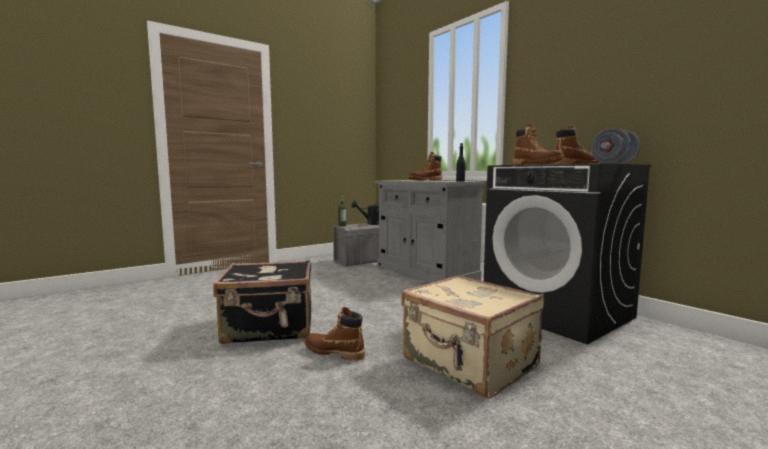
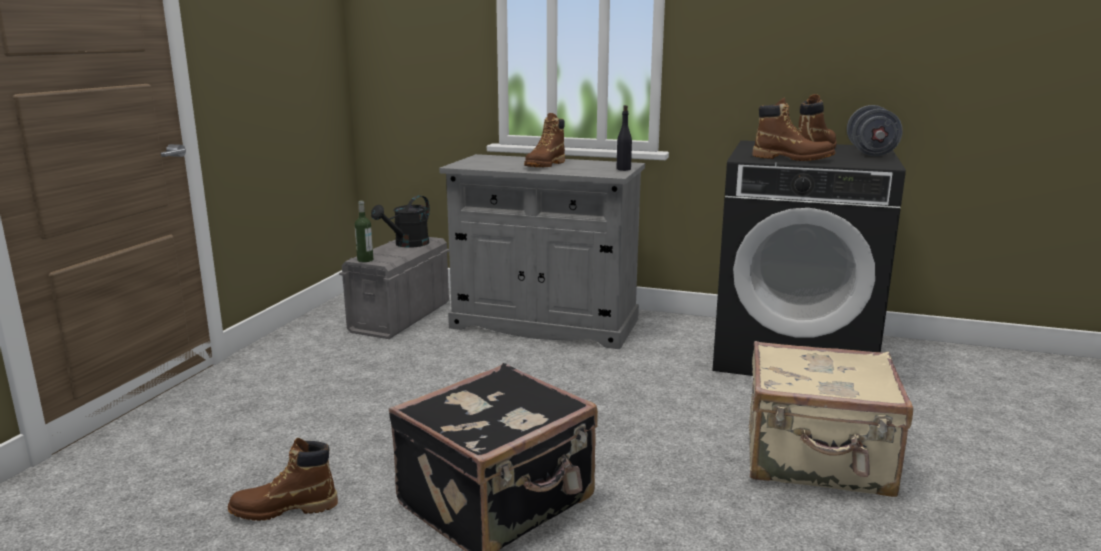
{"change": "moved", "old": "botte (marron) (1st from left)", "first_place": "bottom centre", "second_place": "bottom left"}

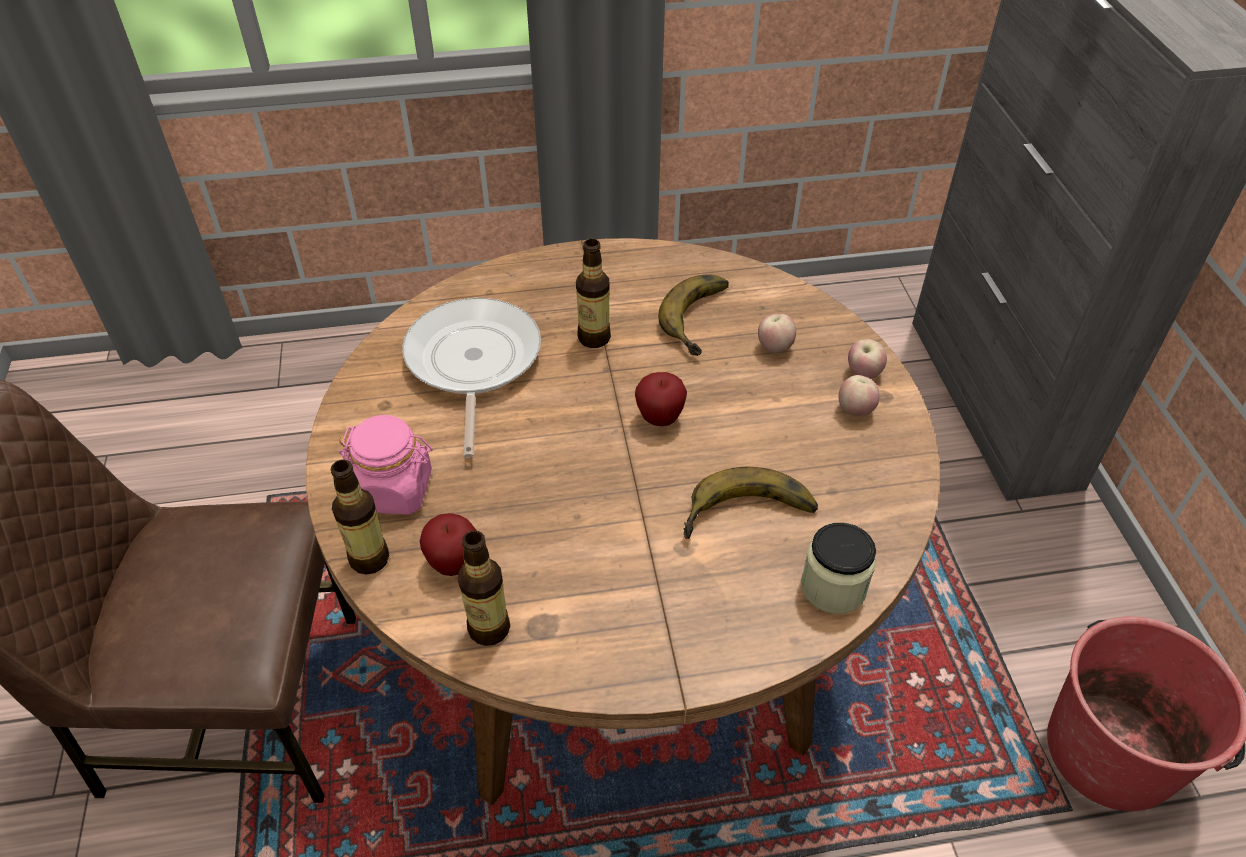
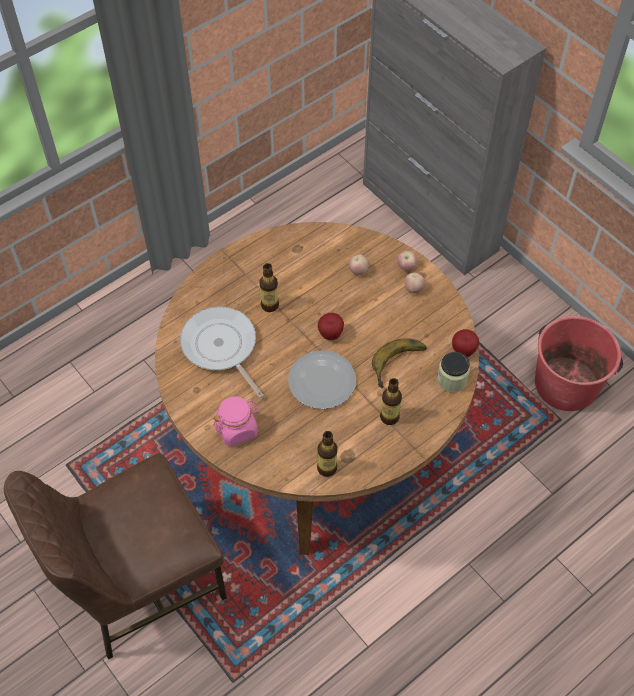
{"change": "added", "new": "assiette", "second_place": "centre"}
{"change": "moved", "old": "bouteille (1st from left in the first image)", "new": "bouteille (3rd from left)", "first_place": "middle left", "second_place": "centre"}
{"change": "moved", "old": "pomme (1st from left in the first image)", "new": "pomme (5th from left)", "first_place": "centre", "second_place": "middle right"}
{"change": "removed", "old": "banane (1st from left)", "first_place": "centre"}

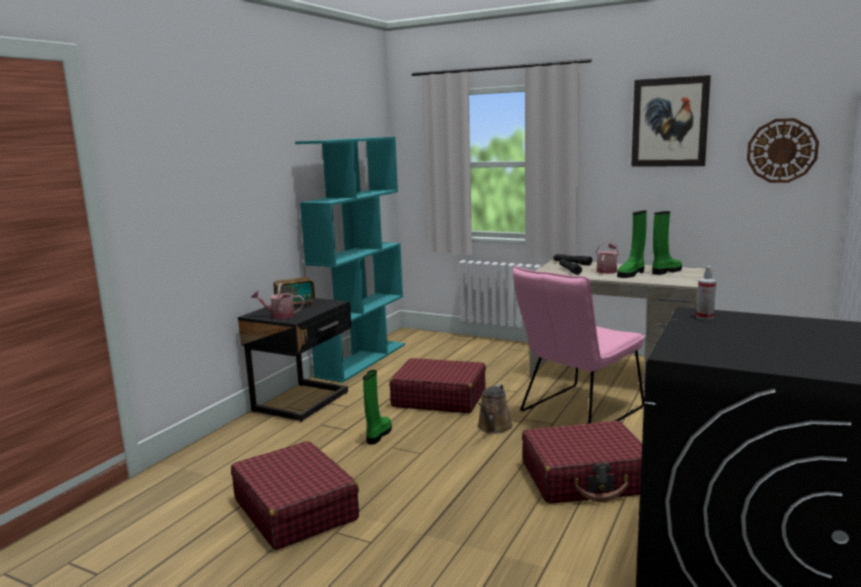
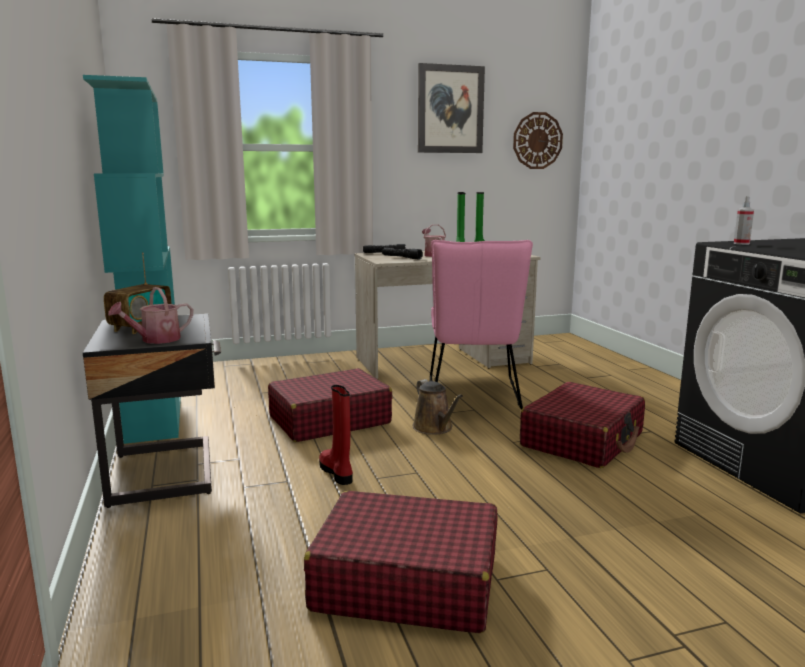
{"change": "recoloured", "old": "botte (vert) (1st from left)", "new": "botte (rouge)", "first_place": "bottom centre", "second_place": "centre"}

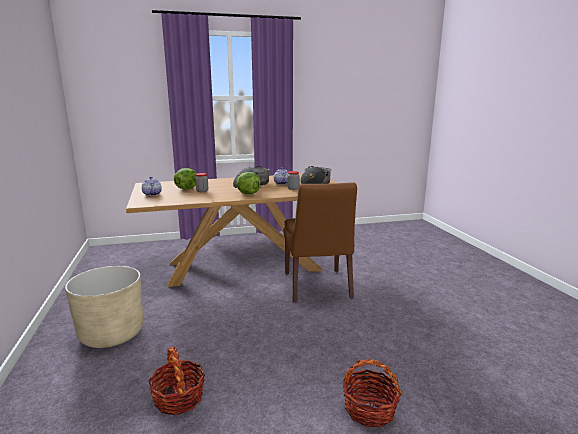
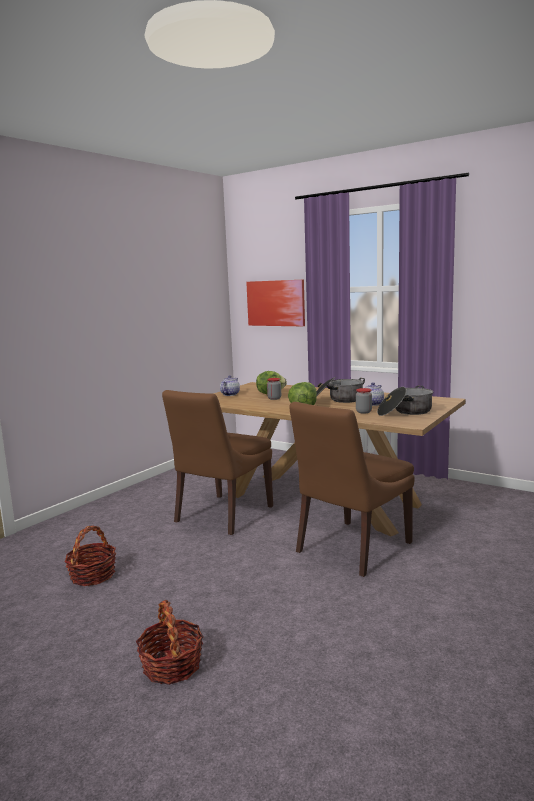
{"change": "added", "new": "chaise (marron) (1st from left)", "second_place": "centre"}
{"change": "added", "new": "tableau", "second_place": "centre"}
{"change": "removed", "old": "cache-pot (beige)", "first_place": "bottom left"}

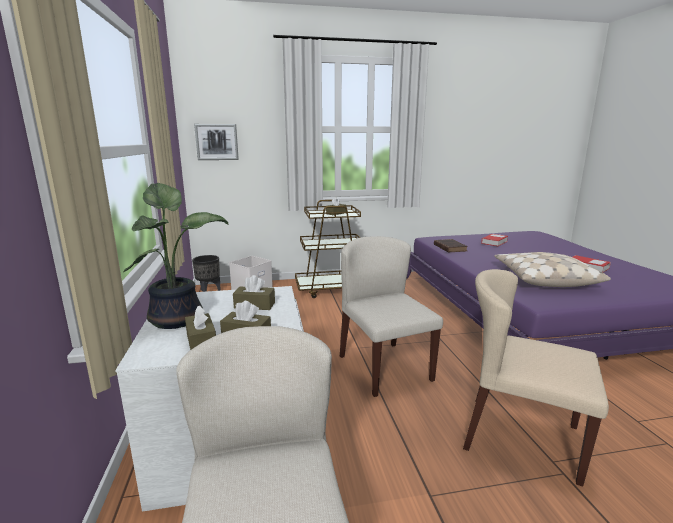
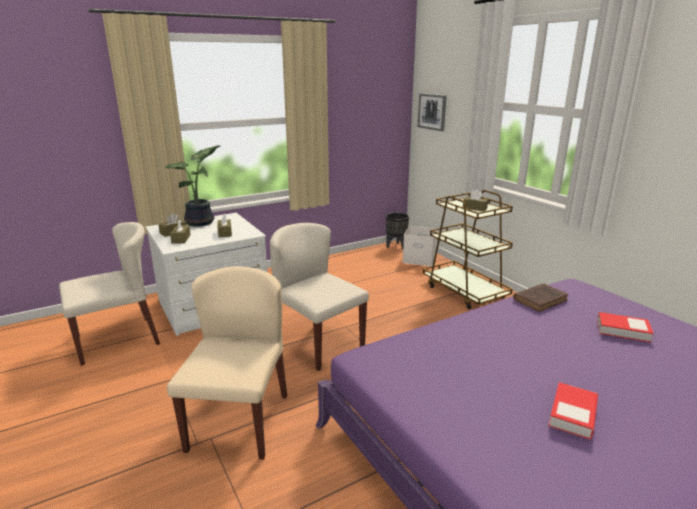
{"change": "turned", "old": "chaise (beige) (2nd from left in the first image)", "first_place": "centre", "second_place": "centre", "degrees": -90}
{"change": "removed", "old": "coussin (beige)", "first_place": "middle right"}

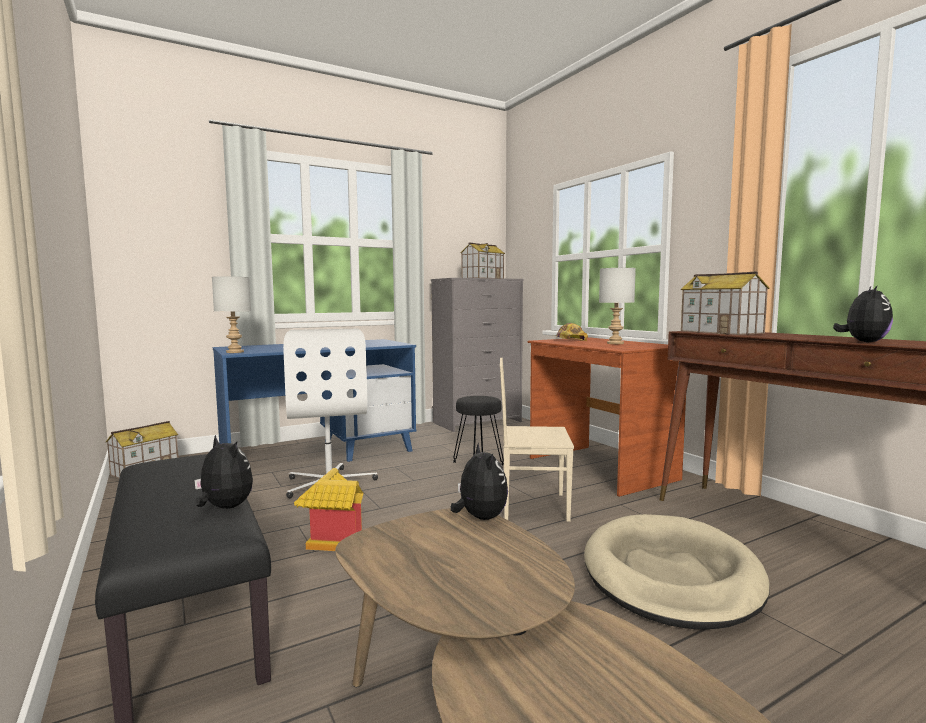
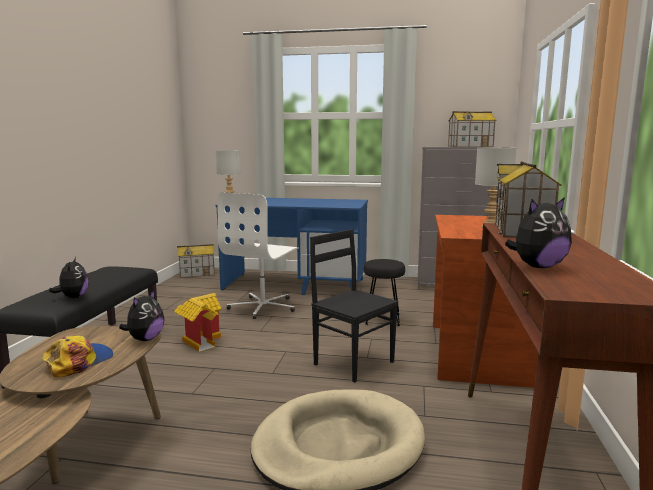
{"change": "moved", "old": "casquette", "first_place": "centre", "second_place": "bottom left"}
{"change": "recoloured", "old": "chaise (beige)", "new": "chaise (noir)", "first_place": "centre", "second_place": "centre"}

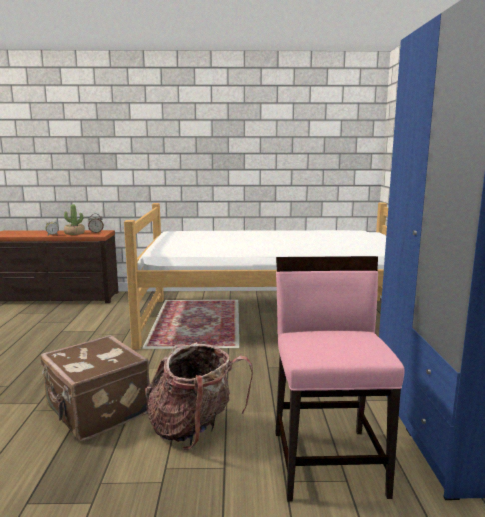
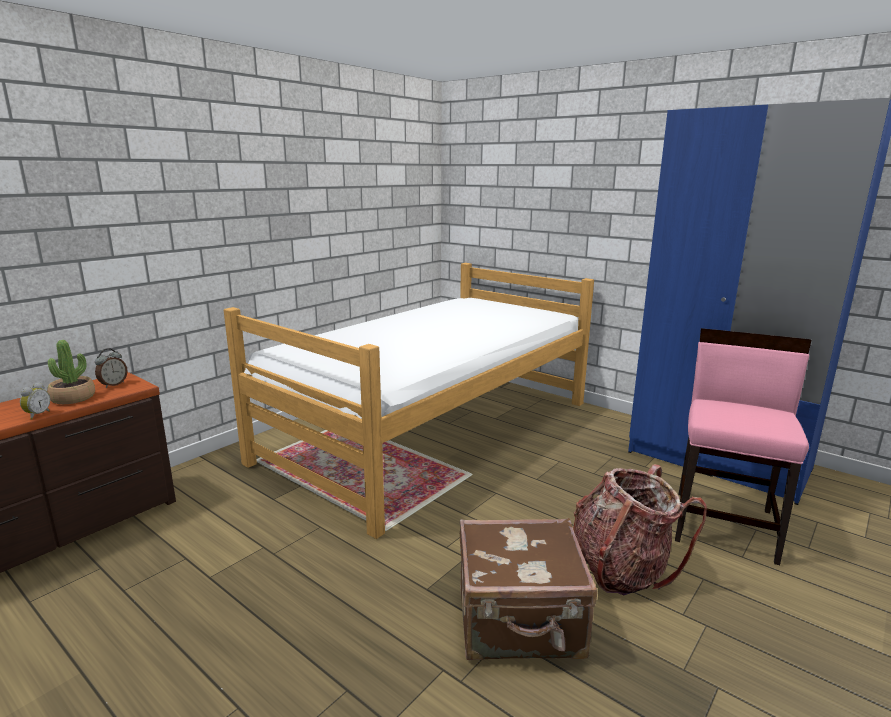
{"change": "turned", "old": "chaise (rose)", "first_place": "bottom right", "second_place": "middle right", "degrees": 75}

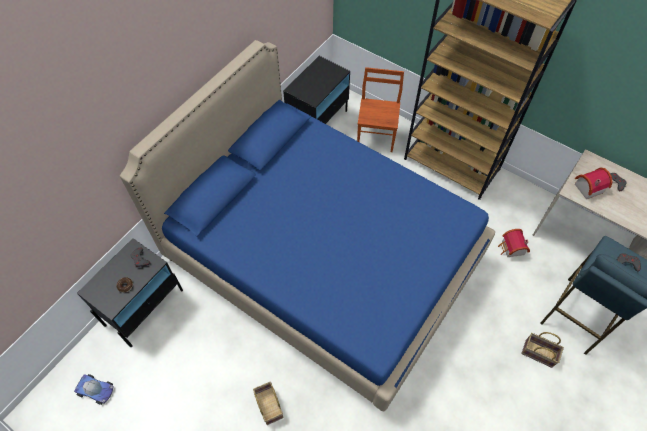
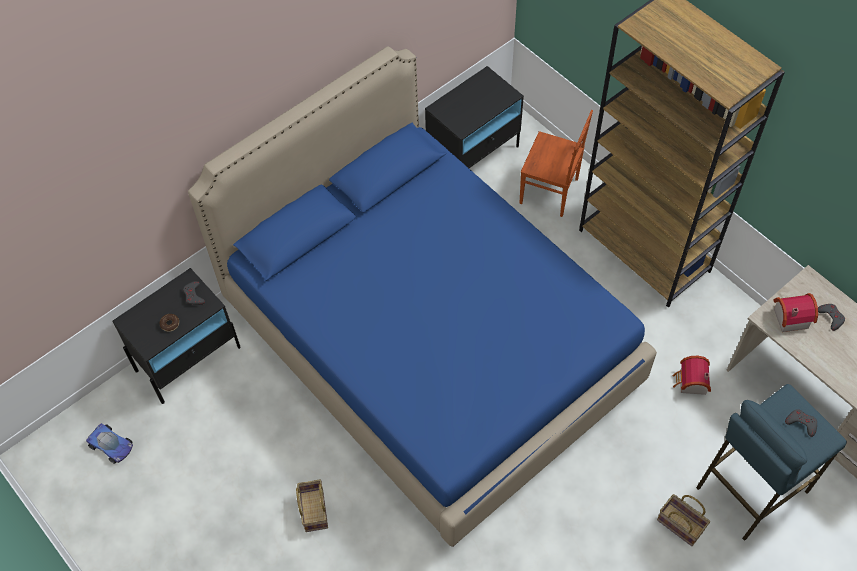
{"change": "turned", "old": "chaise (marron)", "first_place": "top centre", "second_place": "top centre", "degrees": 90}

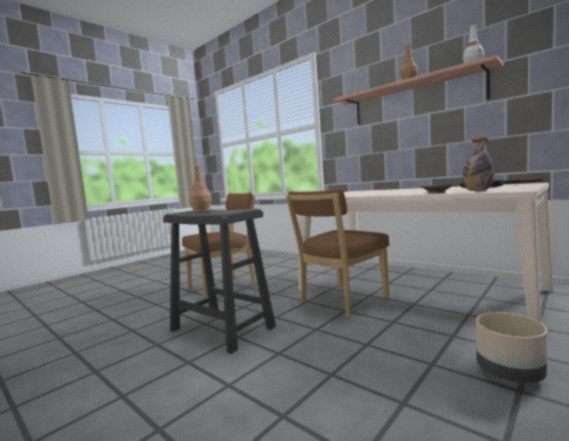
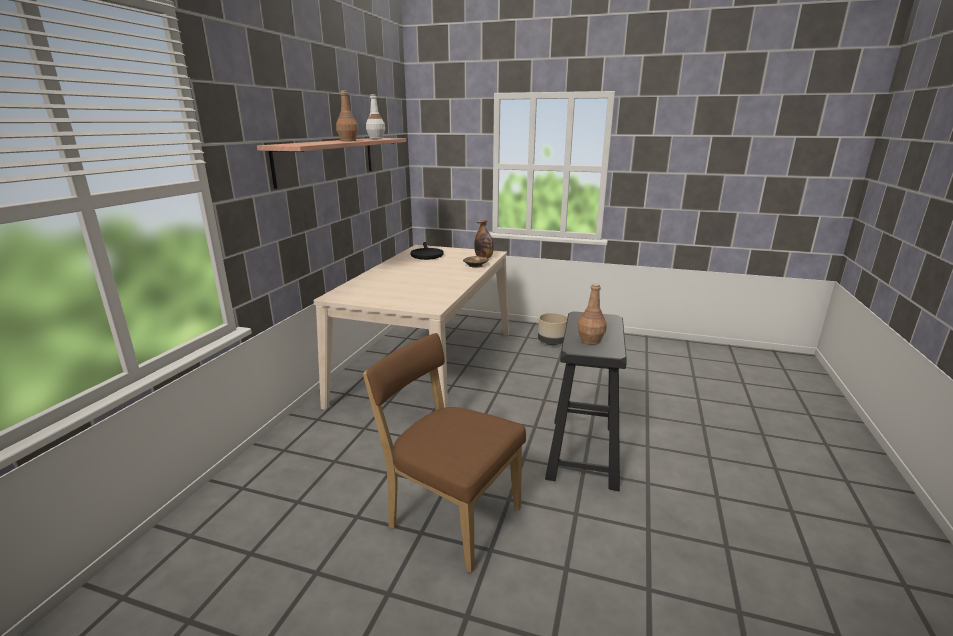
{"change": "removed", "old": "chaise (marron) (2nd from left)", "first_place": "centre"}

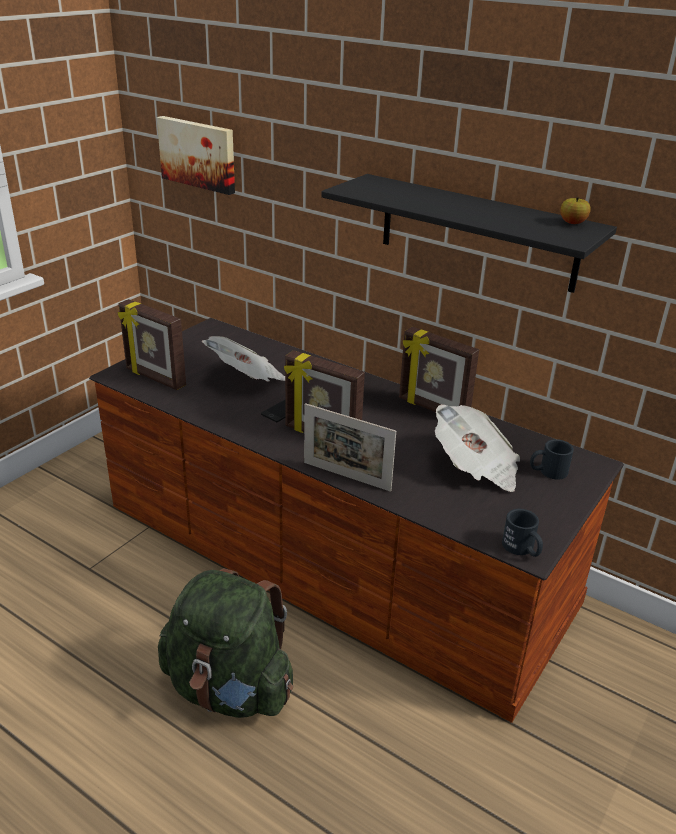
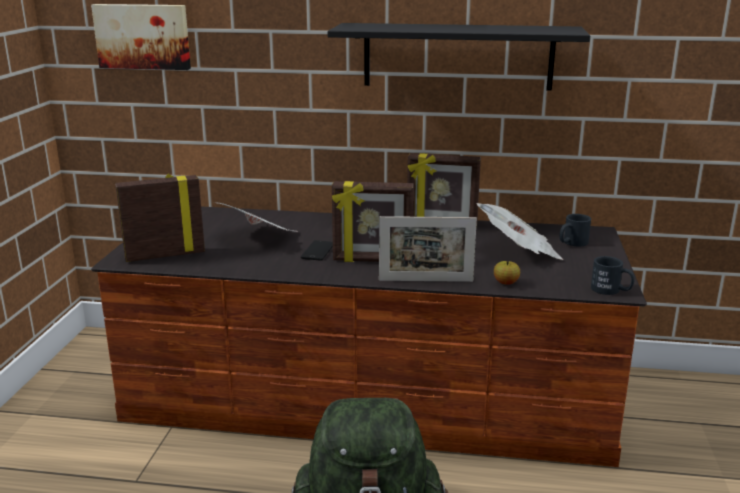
{"change": "turned", "old": "cadre photo (1st from left)", "first_place": "middle left", "second_place": "middle left", "degrees": 150}
{"change": "moved", "old": "pomme", "first_place": "top right", "second_place": "middle right"}

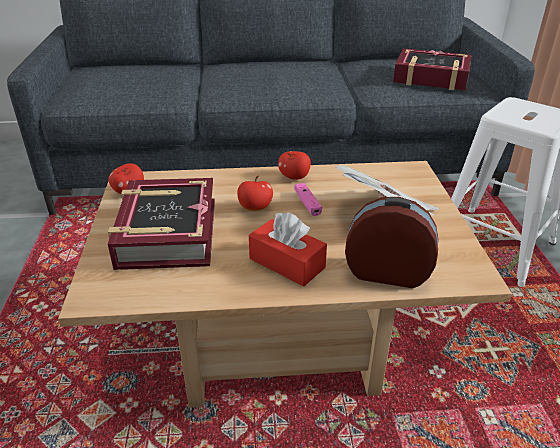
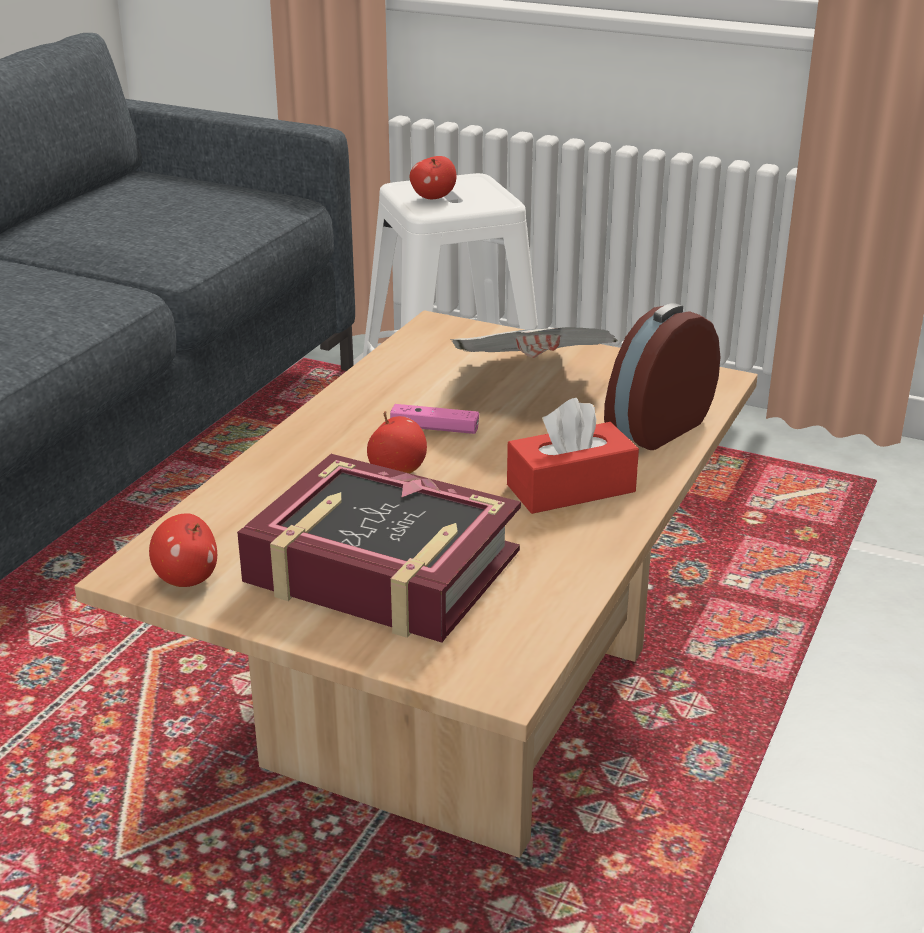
{"change": "moved", "old": "pomme (3rd from left)", "first_place": "centre", "second_place": "top centre"}
{"change": "removed", "old": "livre (2nd from left)", "first_place": "top right"}

